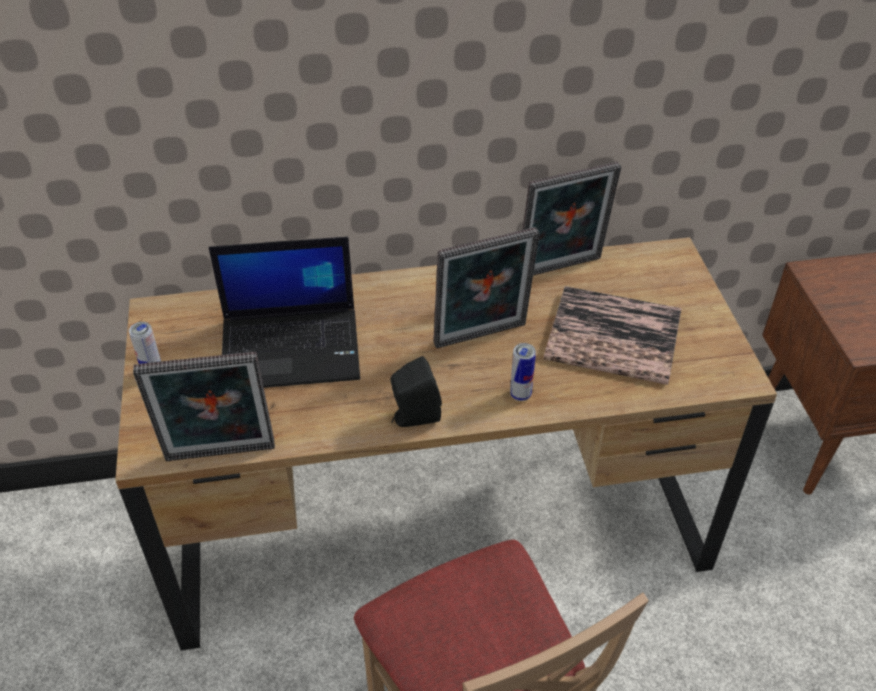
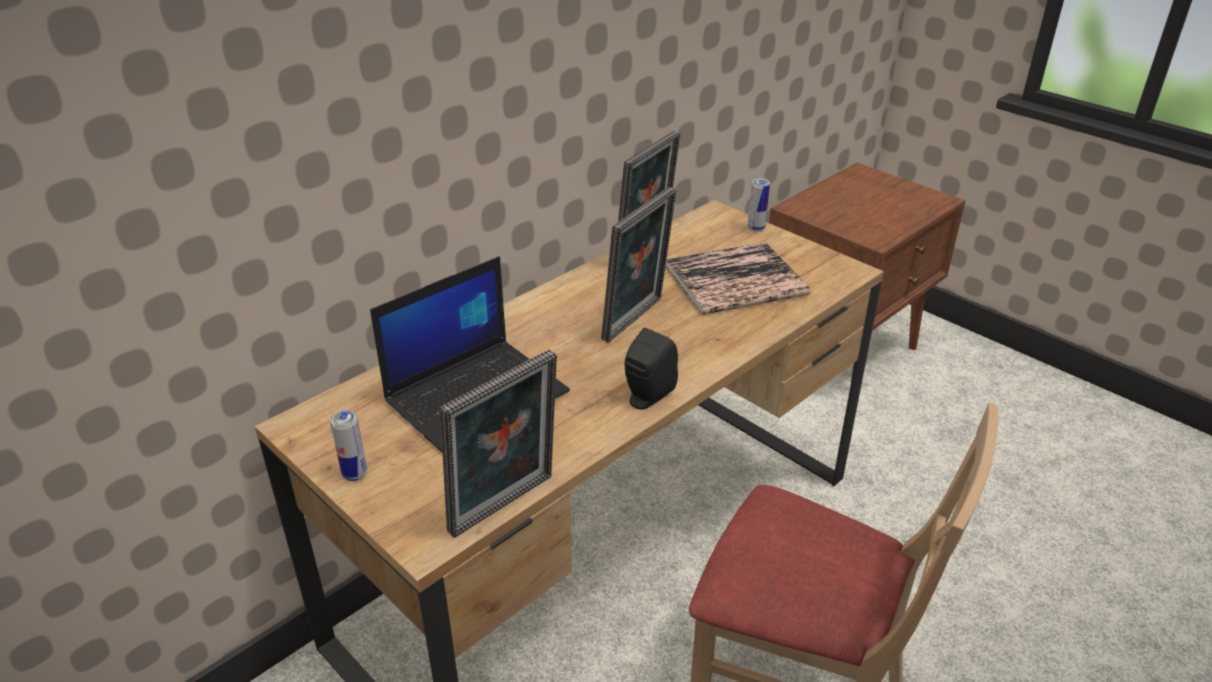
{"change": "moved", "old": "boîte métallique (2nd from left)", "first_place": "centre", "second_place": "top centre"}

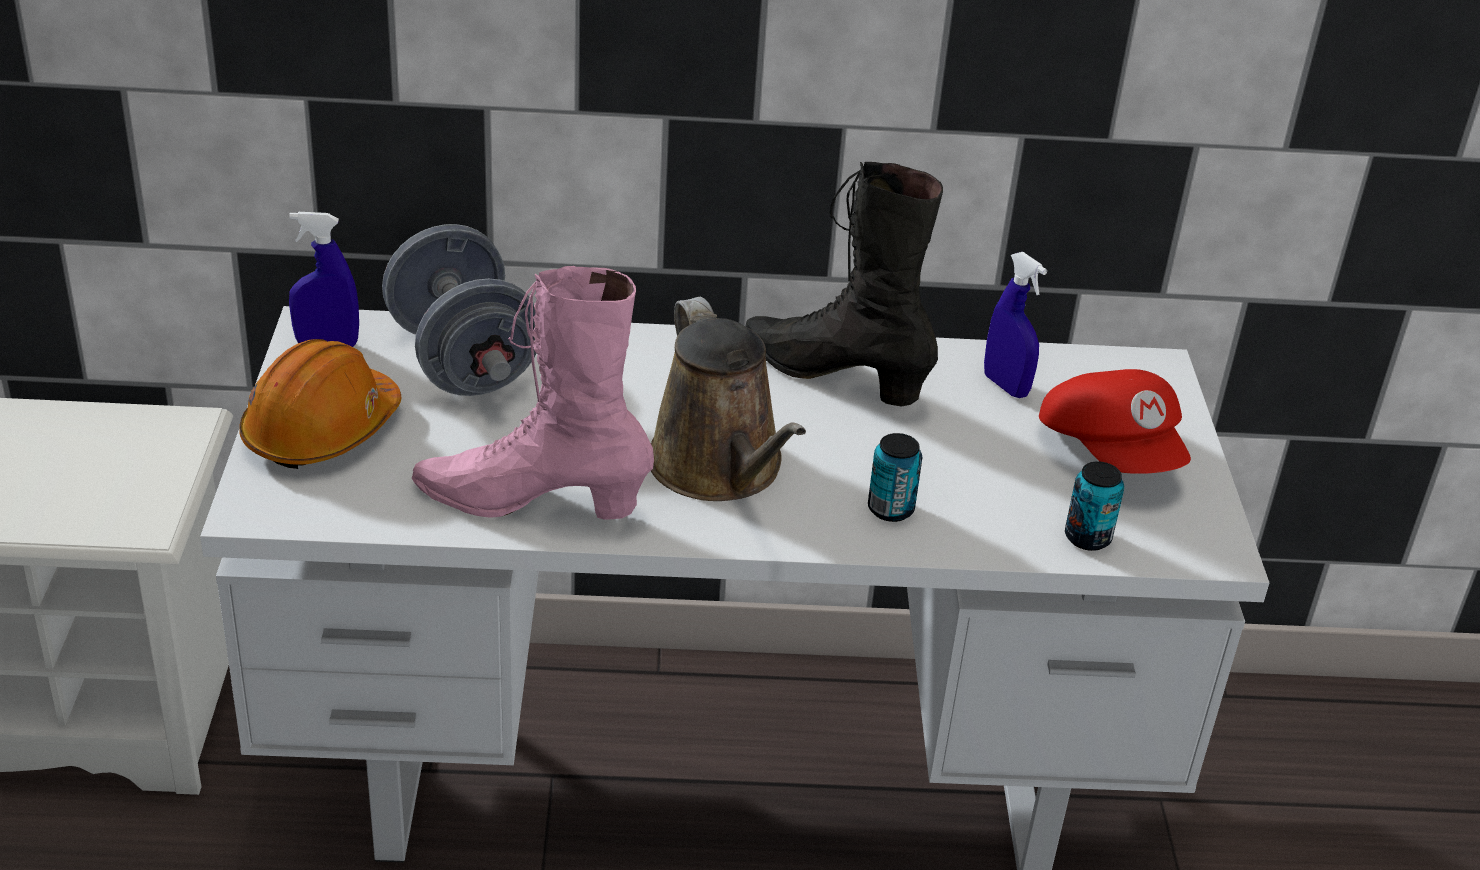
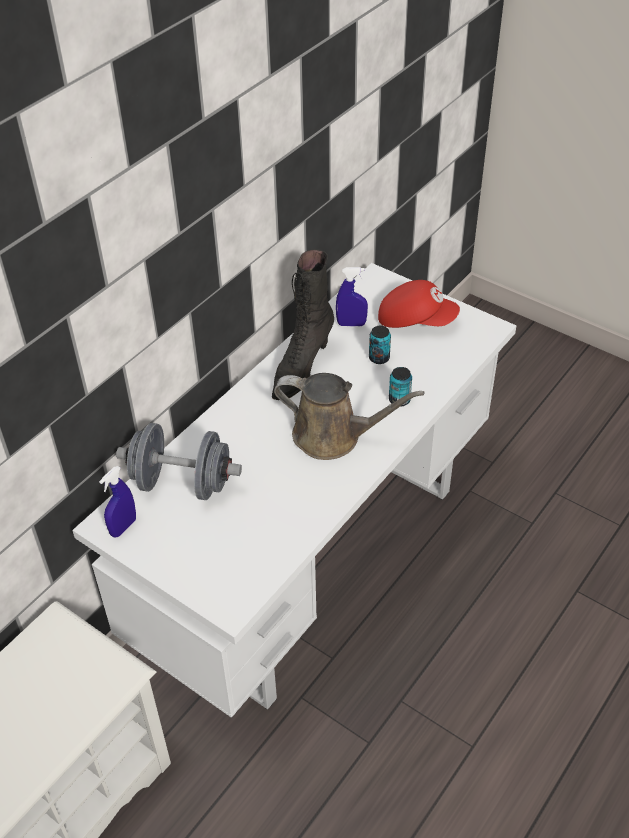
{"change": "turned", "old": "botte (noir)", "first_place": "top centre", "second_place": "centre", "degrees": -45}
{"change": "moved", "old": "boîte métallique (2nd from left in the first image)", "new": "boîte métallique (1st from left)", "first_place": "middle right", "second_place": "centre"}
{"change": "removed", "old": "casque de chantier (orange)", "first_place": "middle left"}
{"change": "removed", "old": "botte (rose)", "first_place": "centre"}

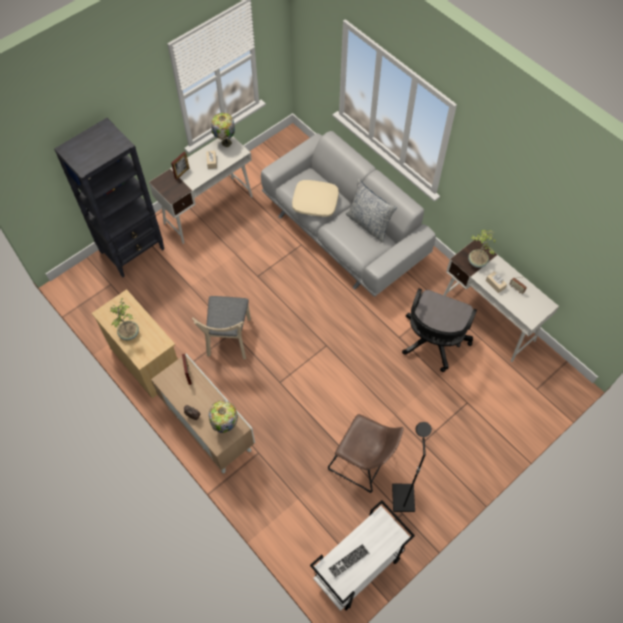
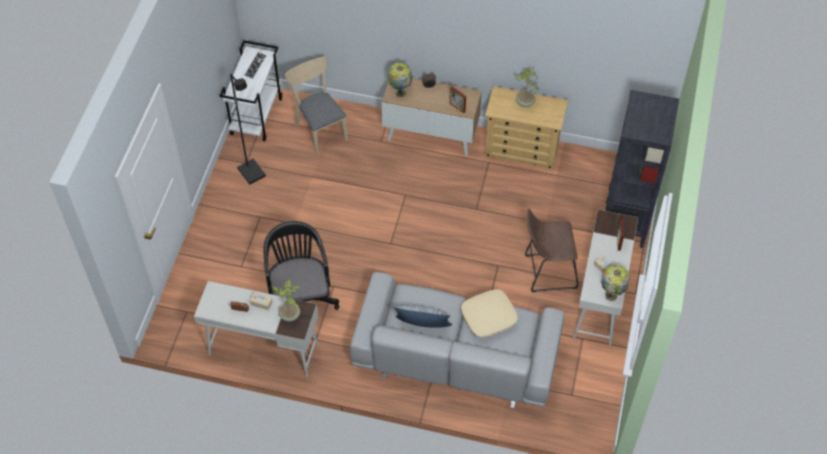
{"change": "moved", "old": "chaise (beige)", "first_place": "centre", "second_place": "top centre"}
{"change": "moved", "old": "tabouret (marron)", "first_place": "bottom centre", "second_place": "centre"}

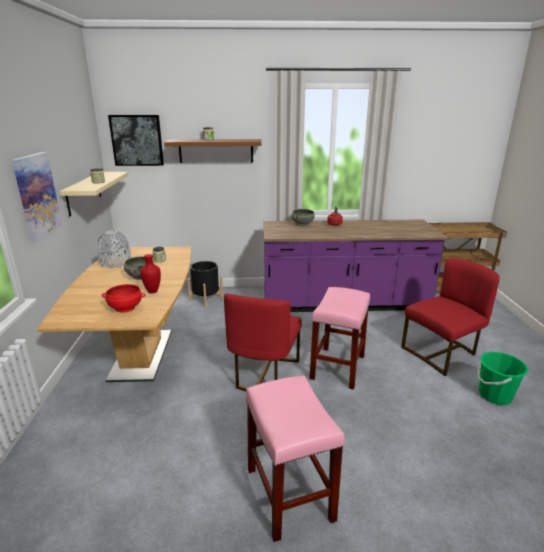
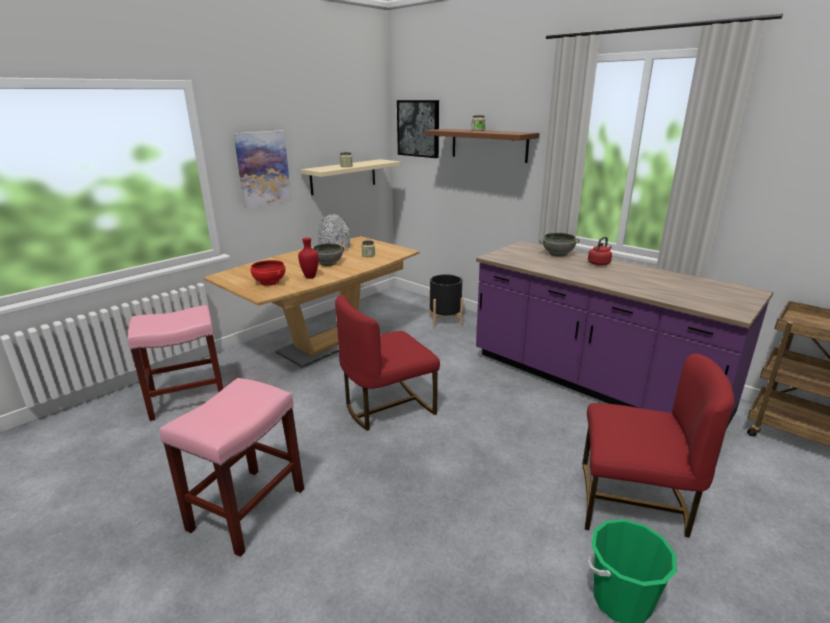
{"change": "moved", "old": "tabouret (rose) (2nd from left in the first image)", "new": "tabouret (rose) (1st from left)", "first_place": "centre", "second_place": "middle left"}

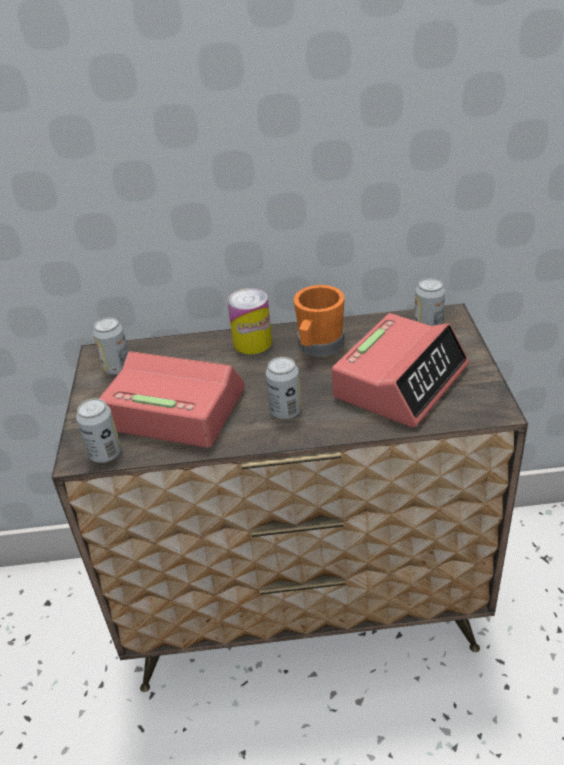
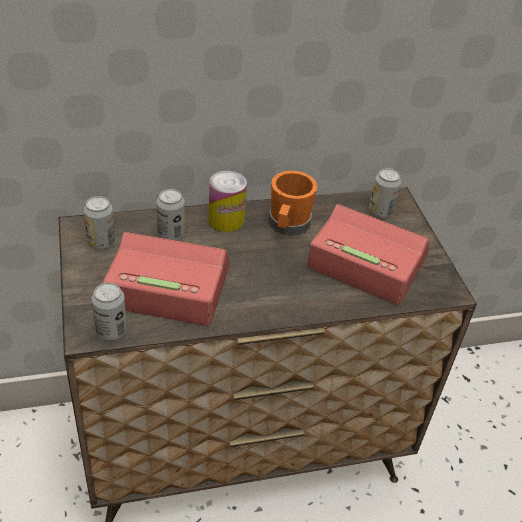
{"change": "moved", "old": "boîte métallique (4th from left in the first image)", "new": "boîte métallique (3rd from left)", "first_place": "centre", "second_place": "middle left"}
{"change": "turned", "old": "réveil (2nd from left)", "first_place": "middle right", "second_place": "middle right", "degrees": -90}

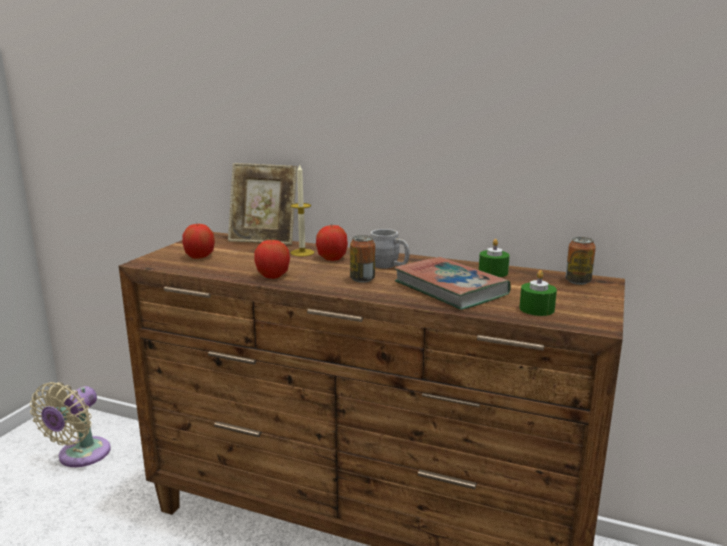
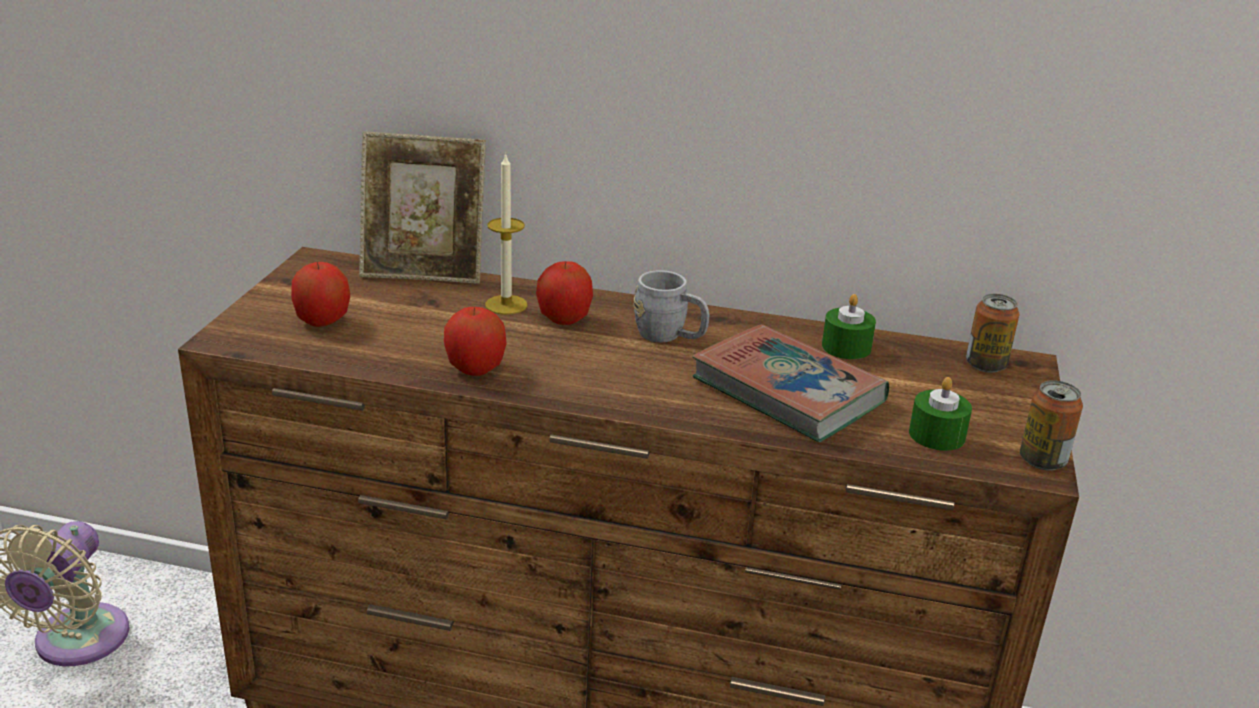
{"change": "moved", "old": "boîte métallique (1st from left in the first image)", "new": "boîte métallique (2nd from left)", "first_place": "centre", "second_place": "middle right"}

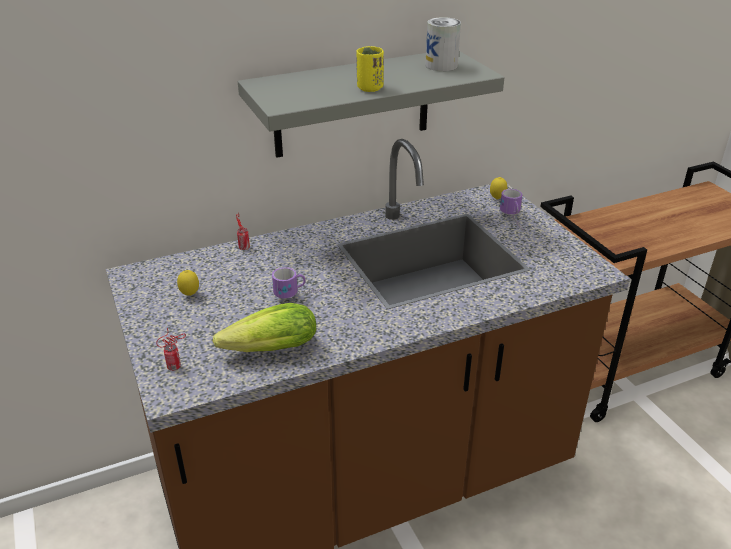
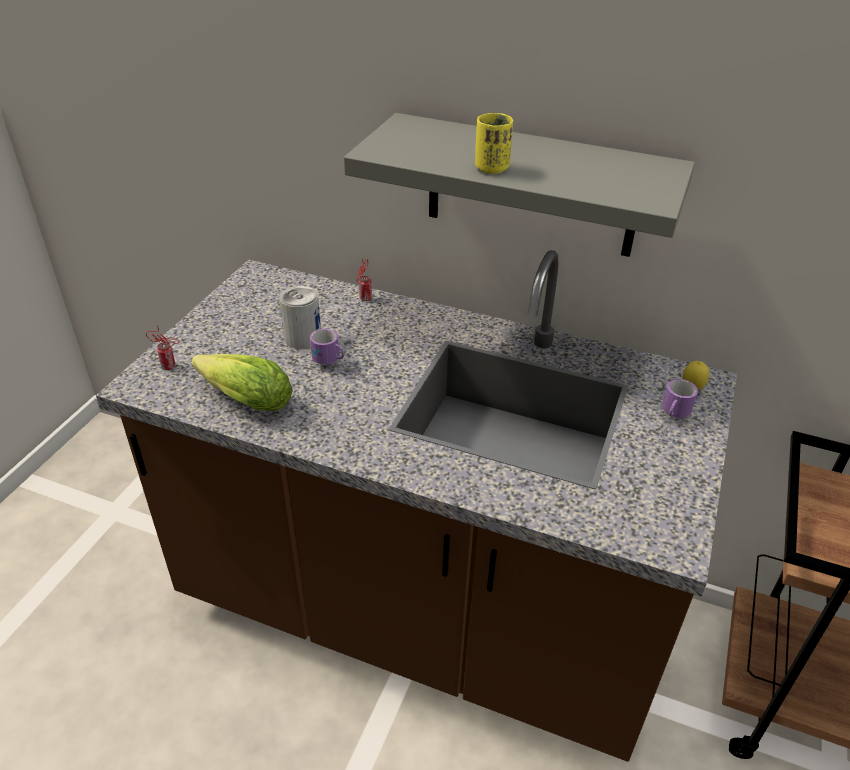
{"change": "moved", "old": "boîte métallique (3rd from left in the first image)", "new": "boîte métallique (2nd from left)", "first_place": "top centre", "second_place": "centre"}
{"change": "removed", "old": "citron (1st from left)", "first_place": "middle left"}

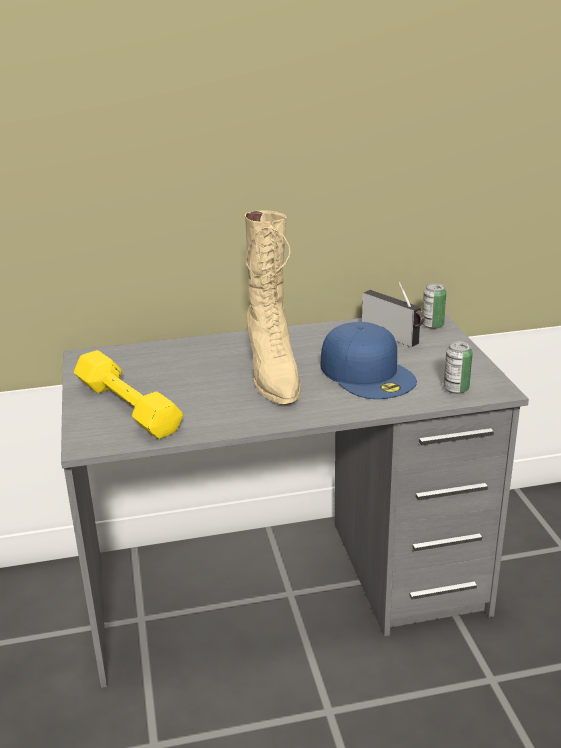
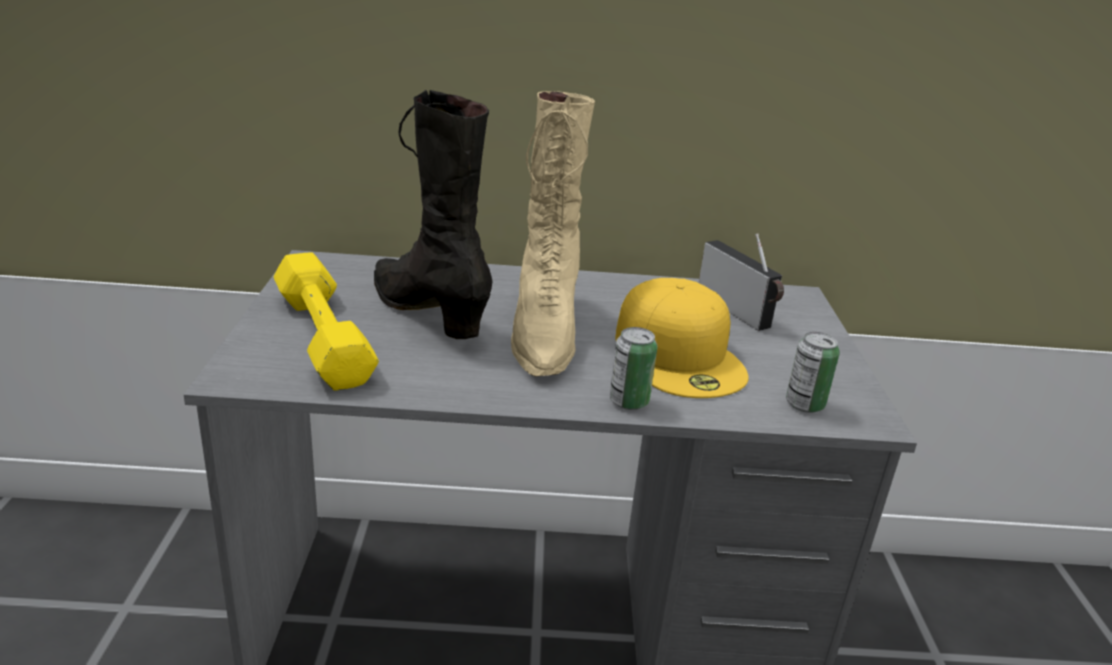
{"change": "added", "new": "botte (noir)", "second_place": "top centre"}
{"change": "moved", "old": "boîte métallique (1st from left)", "first_place": "middle right", "second_place": "centre"}
{"change": "recoloured", "old": "casquette (bleu)", "new": "casquette (jaune)", "first_place": "centre", "second_place": "centre"}

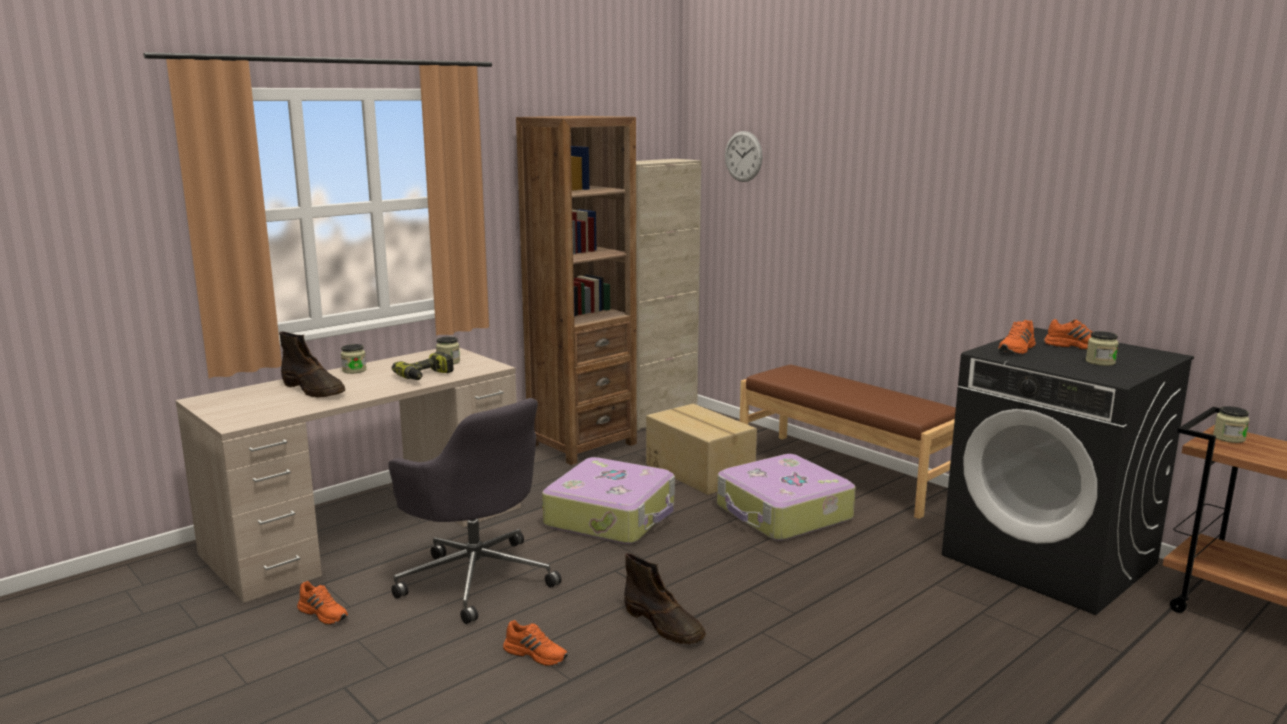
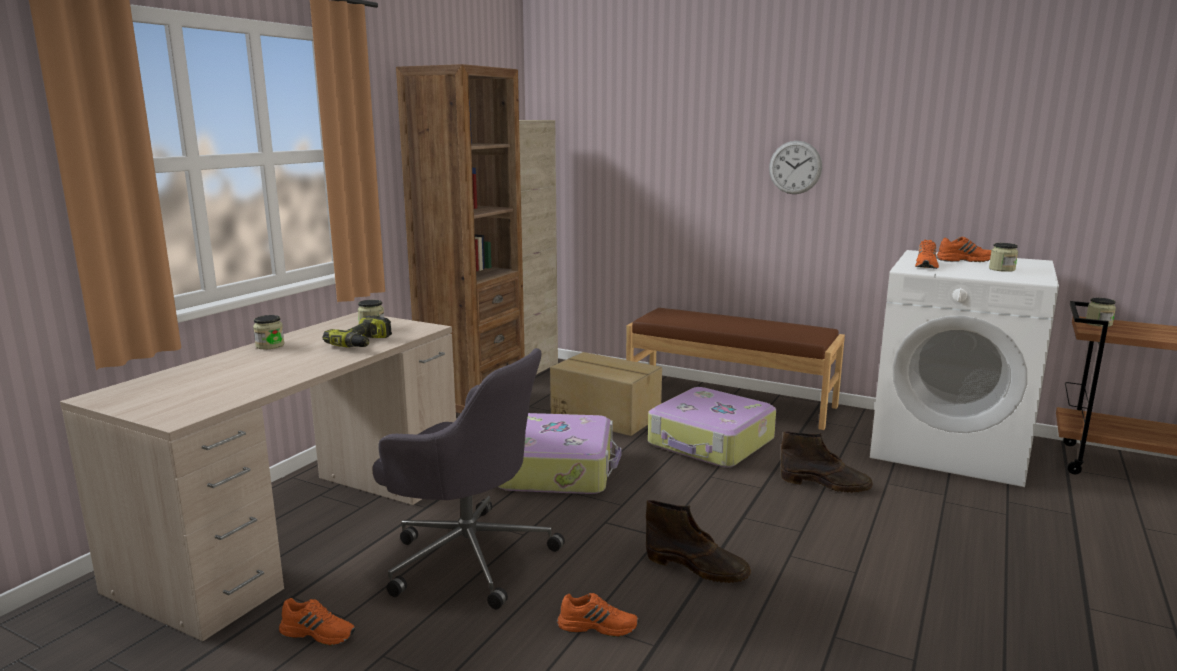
{"change": "moved", "old": "horloge murale", "first_place": "top centre", "second_place": "top right"}
{"change": "moved", "old": "botte (marron) (1st from left in the first image)", "new": "botte (marron) (2nd from left)", "first_place": "middle left", "second_place": "bottom right"}
{"change": "recoloured", "old": "lave-linge (noir)", "new": "lave-linge (blanc)", "first_place": "middle right", "second_place": "middle right"}

